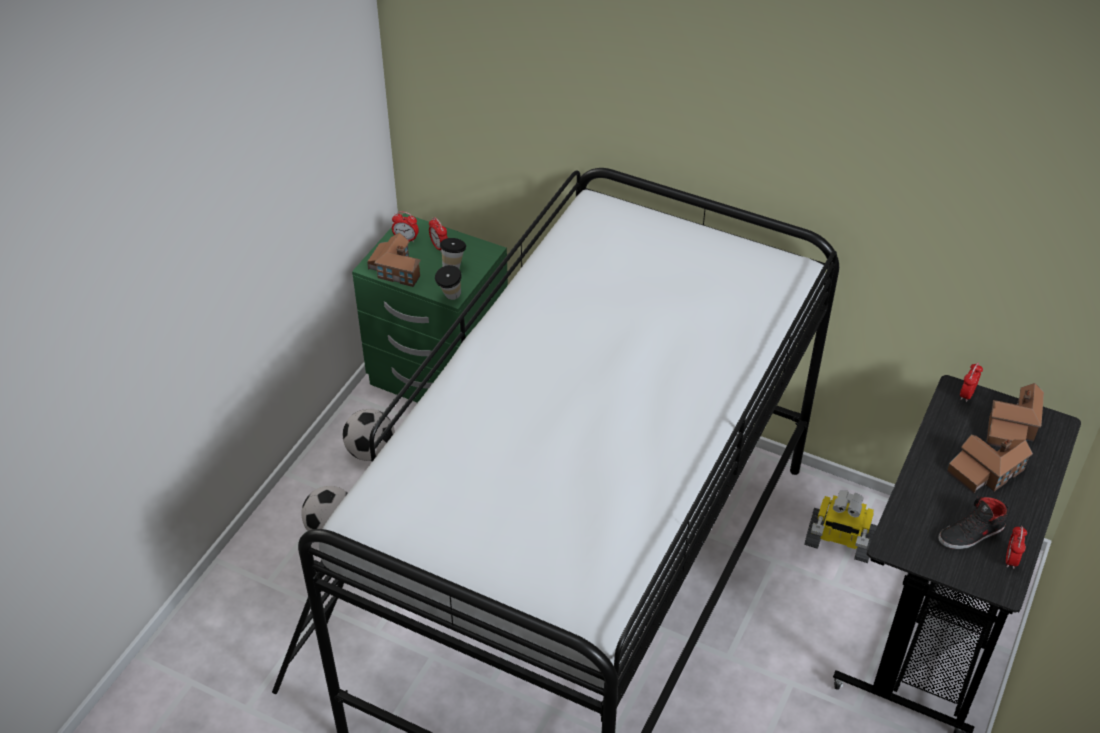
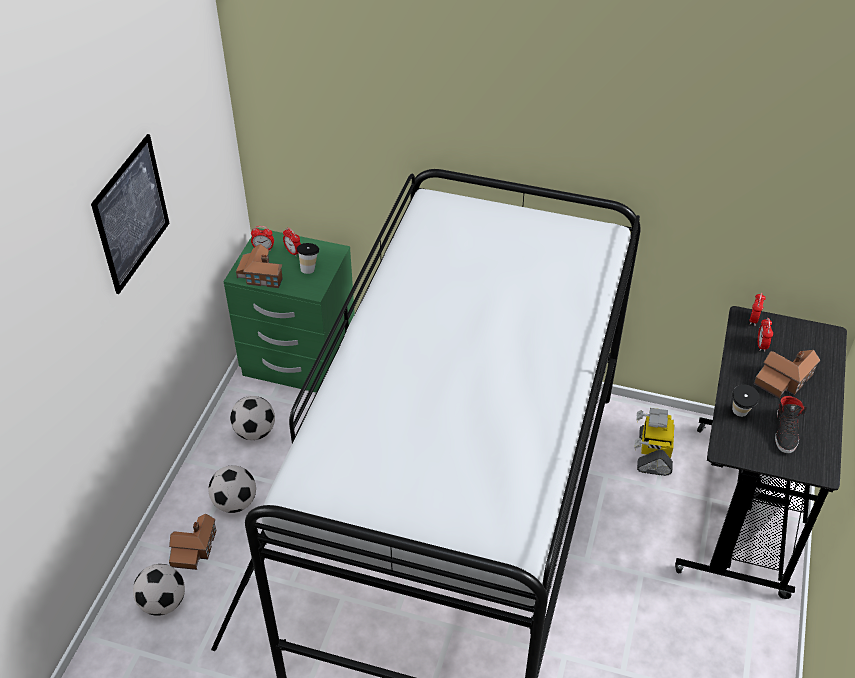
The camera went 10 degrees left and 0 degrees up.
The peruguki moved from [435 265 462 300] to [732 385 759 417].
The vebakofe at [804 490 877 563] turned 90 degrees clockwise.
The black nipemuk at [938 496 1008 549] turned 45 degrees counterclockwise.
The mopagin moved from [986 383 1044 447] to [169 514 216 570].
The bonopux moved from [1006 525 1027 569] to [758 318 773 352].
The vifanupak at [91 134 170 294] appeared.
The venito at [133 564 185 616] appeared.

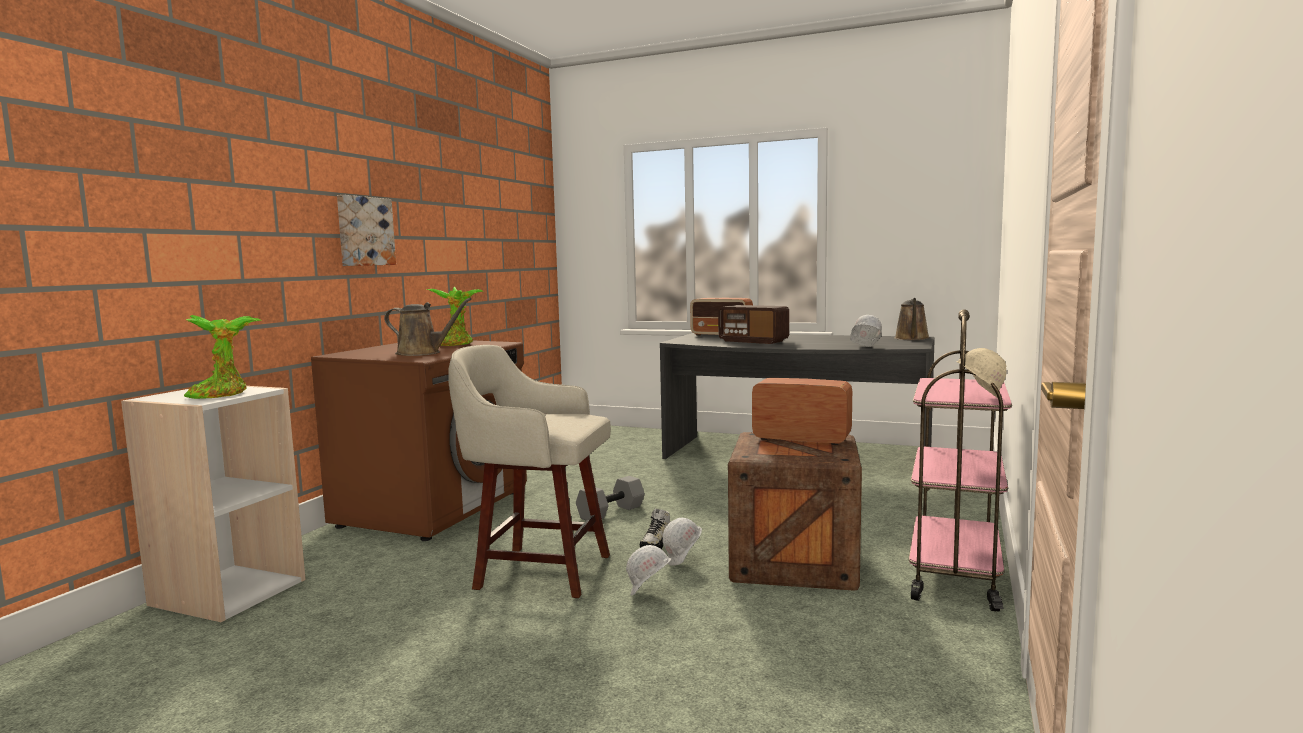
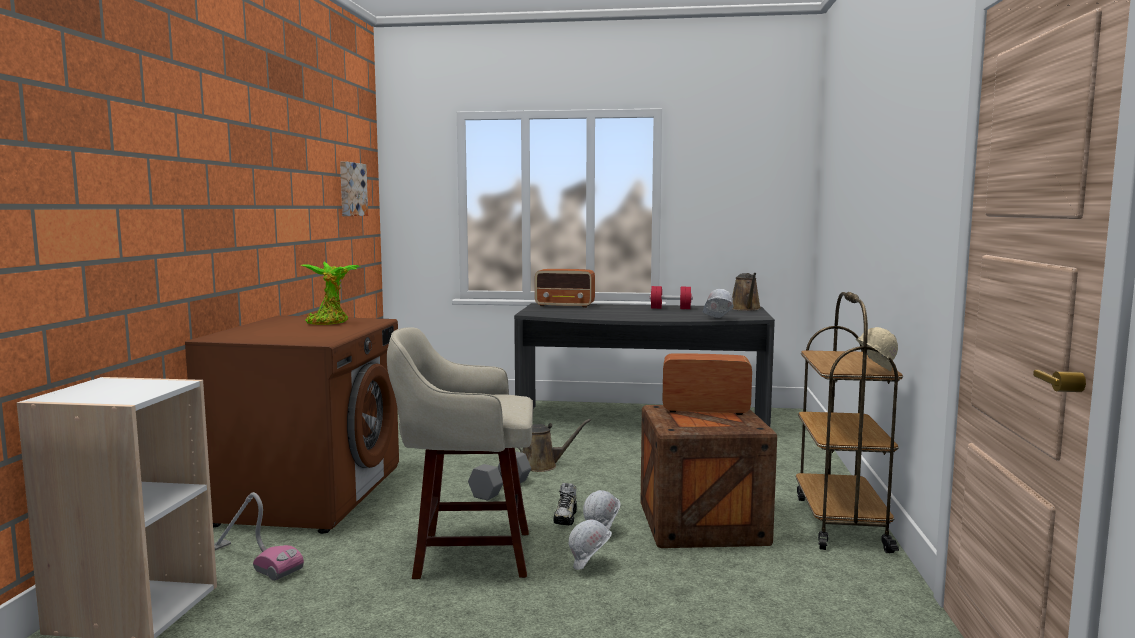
The camera went 15 degrees left and 0 degrees up.
The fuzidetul at [184 315 262 399] disappeared.
The vifanupak moved from [337 195 396 266] to [340 161 368 216].
The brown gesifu moved from [384 297 472 356] to [518 419 591 472].
The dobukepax at [718 305 789 344] disappeared.
The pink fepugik at [909 310 1012 612] became the brown fepugik at [795 292 903 553].
The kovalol at [214 492 304 581] appeared.
The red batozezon at [650 286 693 309] appeared.

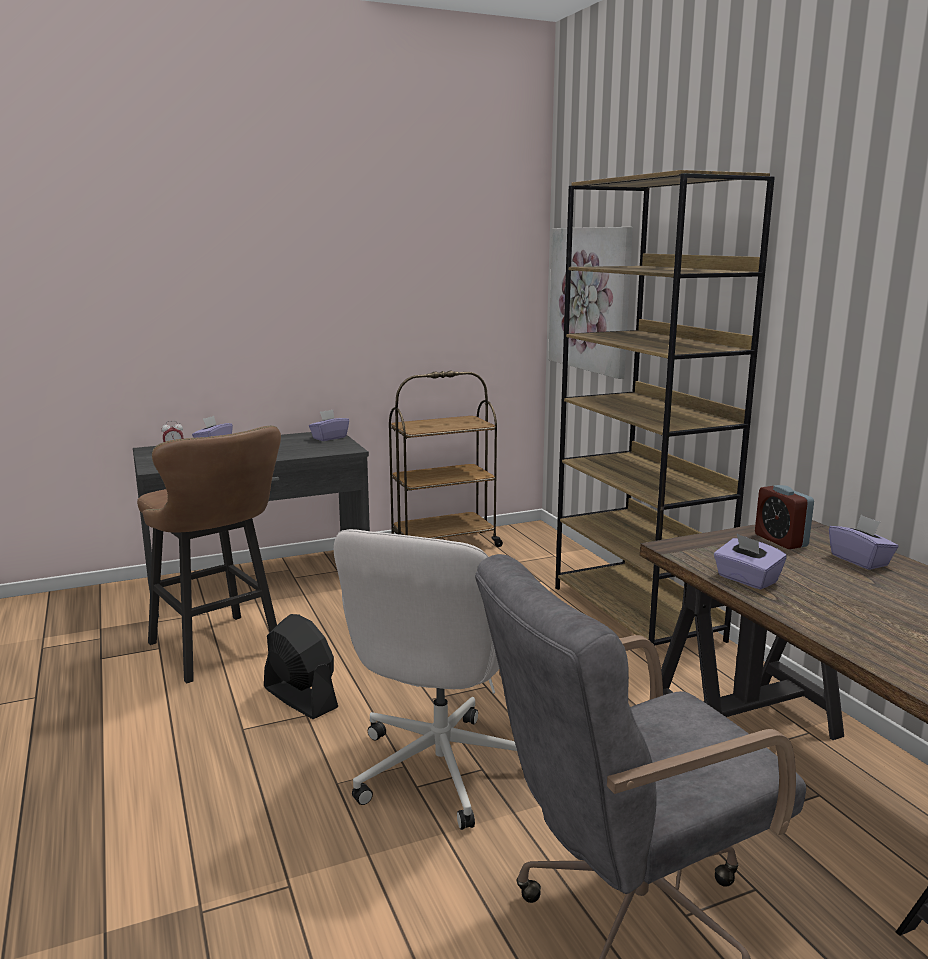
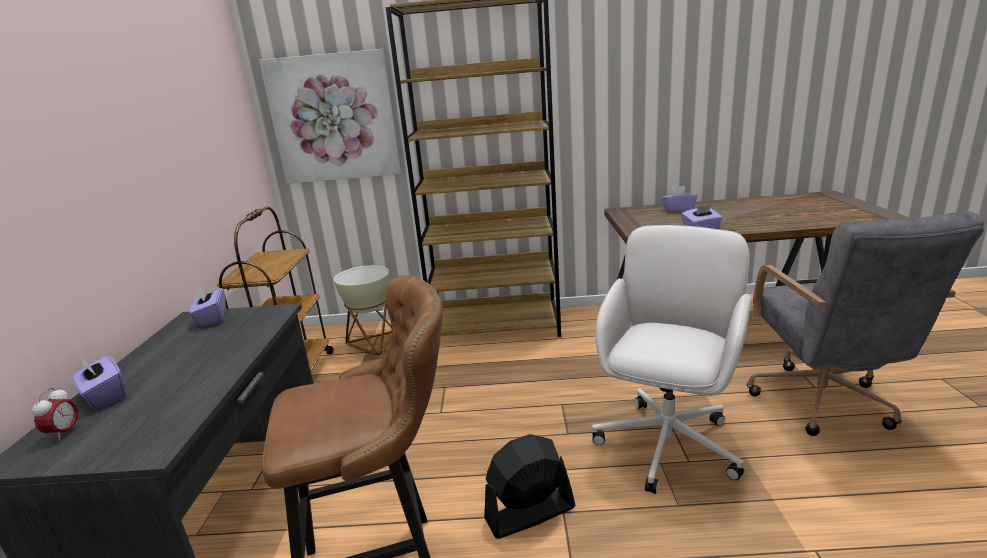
The camera went 65 degrees left and 5 degrees up.
The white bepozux at [334 529 523 830] turned 105 degrees counterclockwise.
The bonopux at [755 485 814 549] disappeared.
The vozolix at [334 265 392 355] appeared.

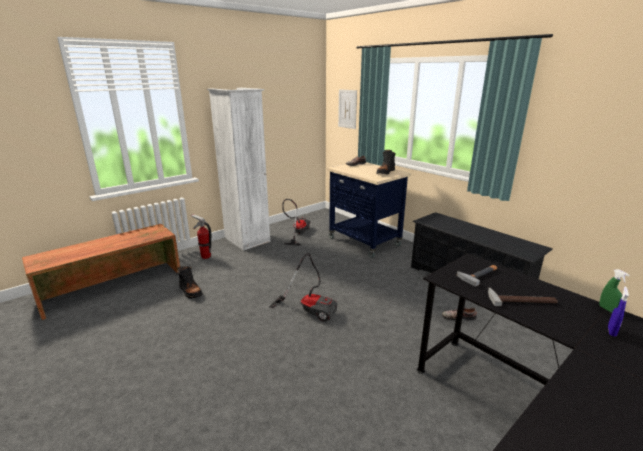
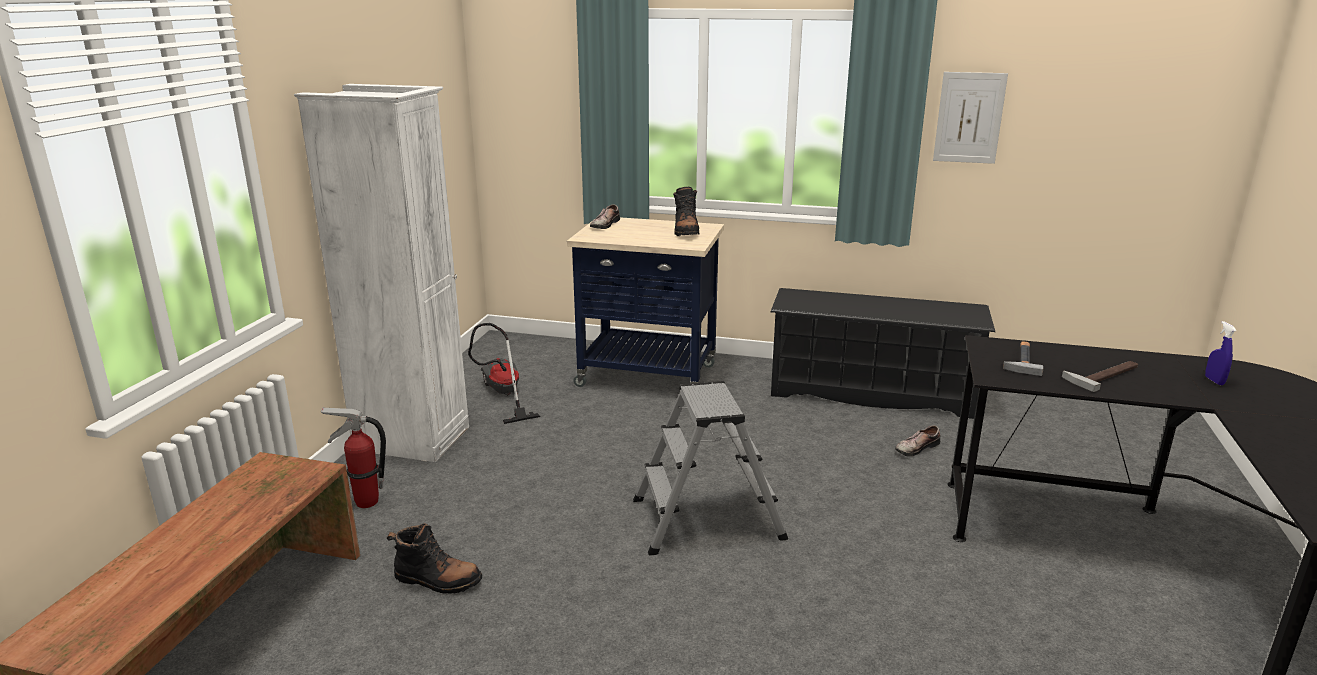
The camera went 35 degrees left and 0 degrees up.
The kovalol at [269 253 337 321] was replaced by the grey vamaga at [633 381 788 555].
The vifanupak moved from [338 89 357 129] to [933 72 1008 164].
The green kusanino at [599 269 629 313] disappeared.

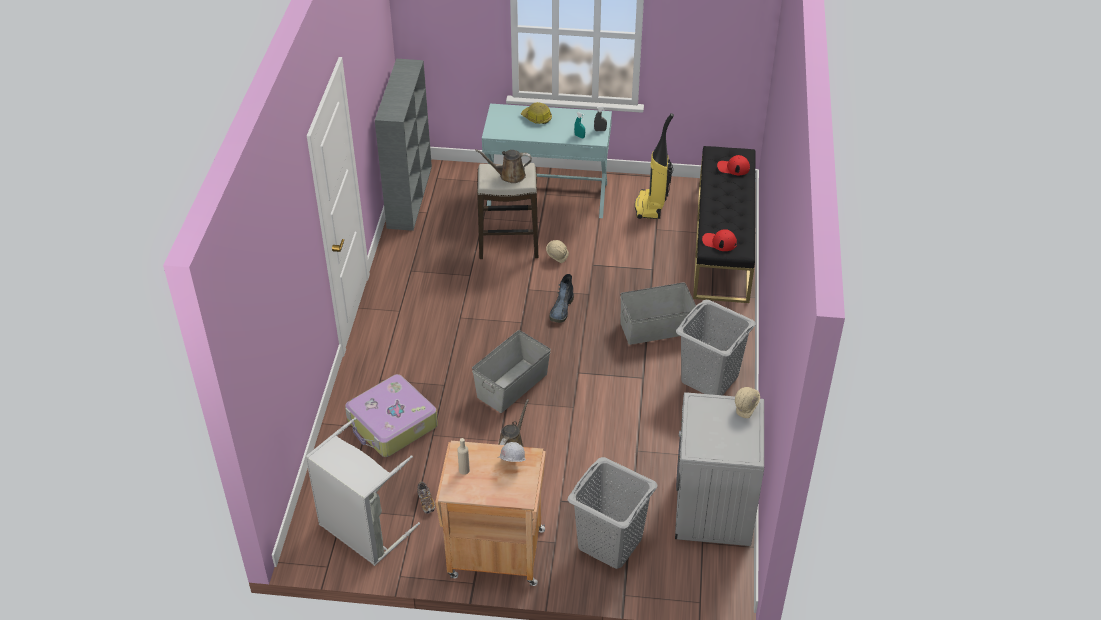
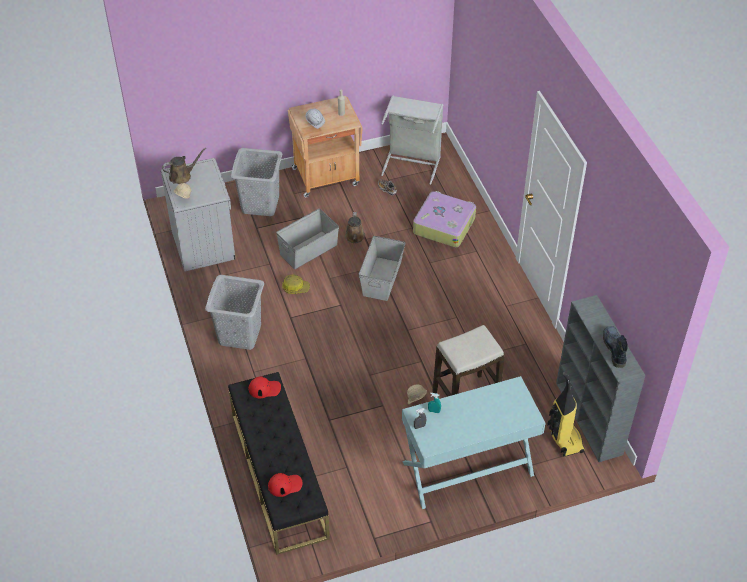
The camera went 155 degrees right and 5 degrees up.
The brown gesifu moved from [475 149 532 183] to [162 148 206 184].
The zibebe moved from [521 102 552 124] to [282 274 310 294].
The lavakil moved from [549 274 574 323] to [603 326 628 368].
The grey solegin moved from [620 282 696 345] to [276 209 339 269].
The kovalol moved from [635 113 674 219] to [547 372 585 457].

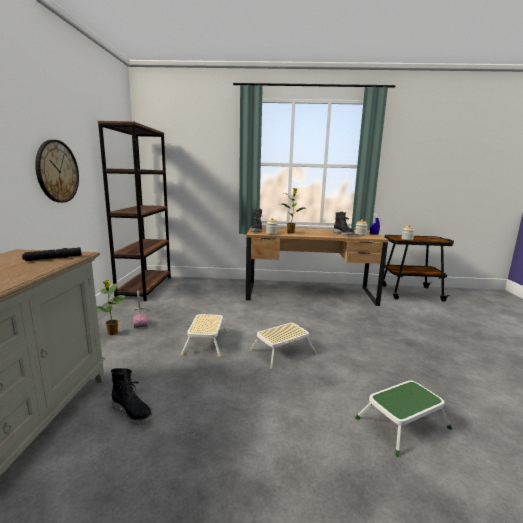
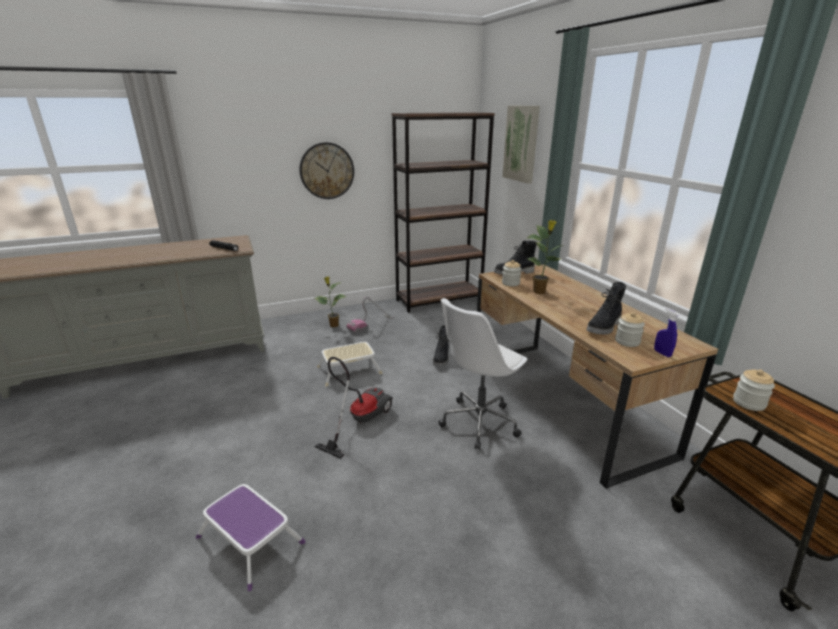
The camera went 65 degrees right and 10 degrees up.
The black lavakil moved from [111 368 152 425] to [433 325 449 367].
The beige vamaga at [249 323 316 369] was replaced by the kovalol at [315 357 393 459].
The green vamaga at [355 380 452 457] became the purple vamaga at [196 484 305 591].
The white bepozux at [438 298 528 450] appeared.
The vifanupak at [502 106 540 184] appeared.

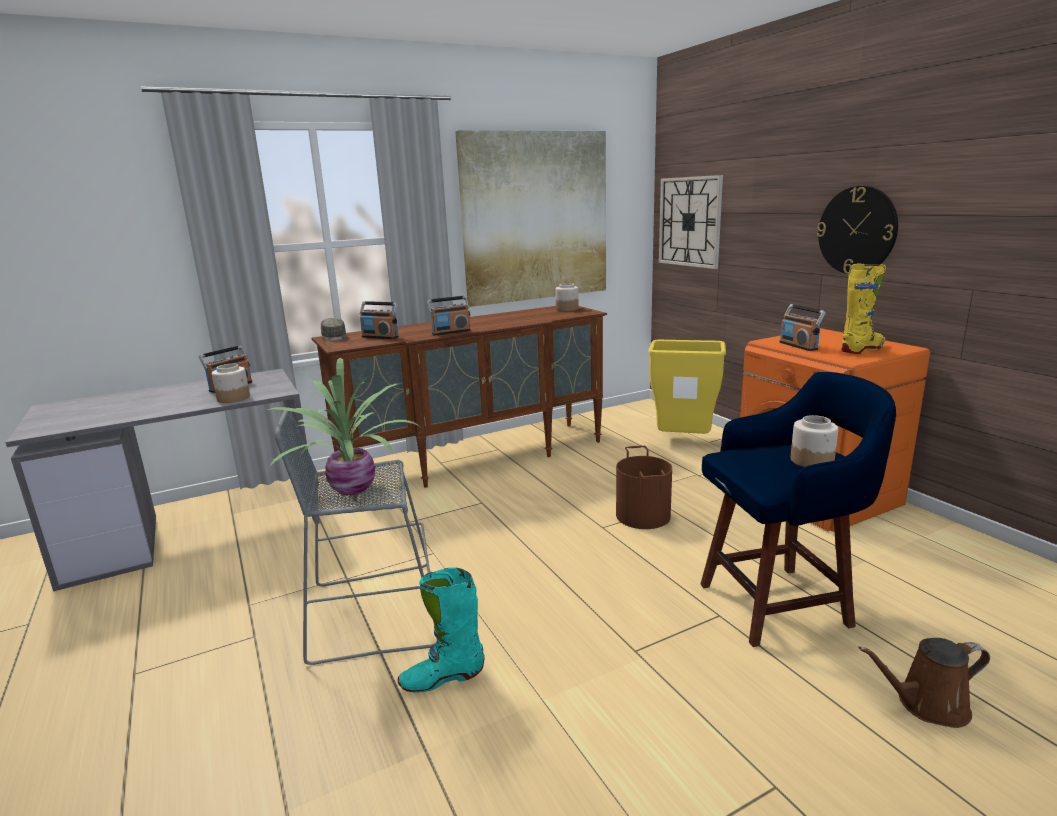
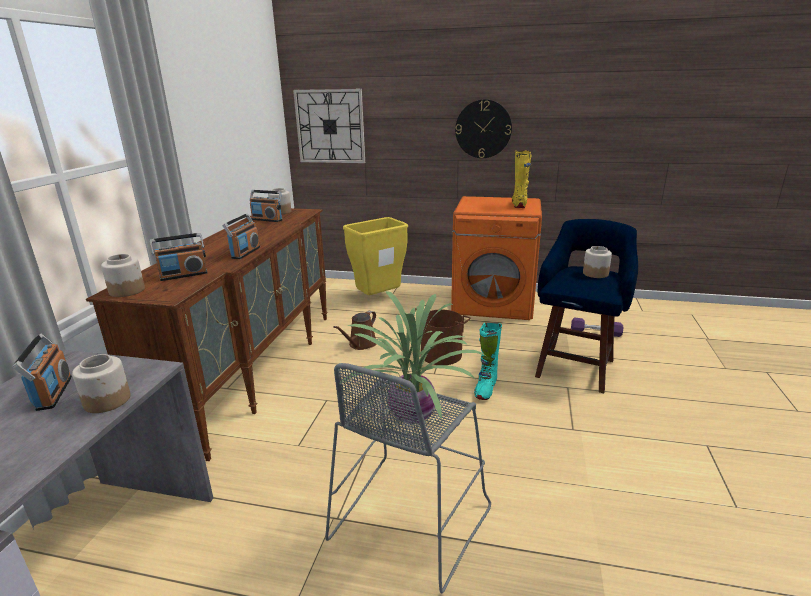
The camera went 50 degrees left and 5 degrees up.
The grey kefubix at [321 318 346 342] was replaced by the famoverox at [101 254 145 297].
The turquoise lavakil moved from [398 567 485 692] to [474 322 502 400].
The vifanupak at [455 130 606 307] disappeared.
The dobukepax moved from [779 304 826 351] to [250 190 282 222].
The brown gesifu moved from [859 638 990 728] to [333 311 376 350].
The purple batozezon at [571 317 623 337] appeared.

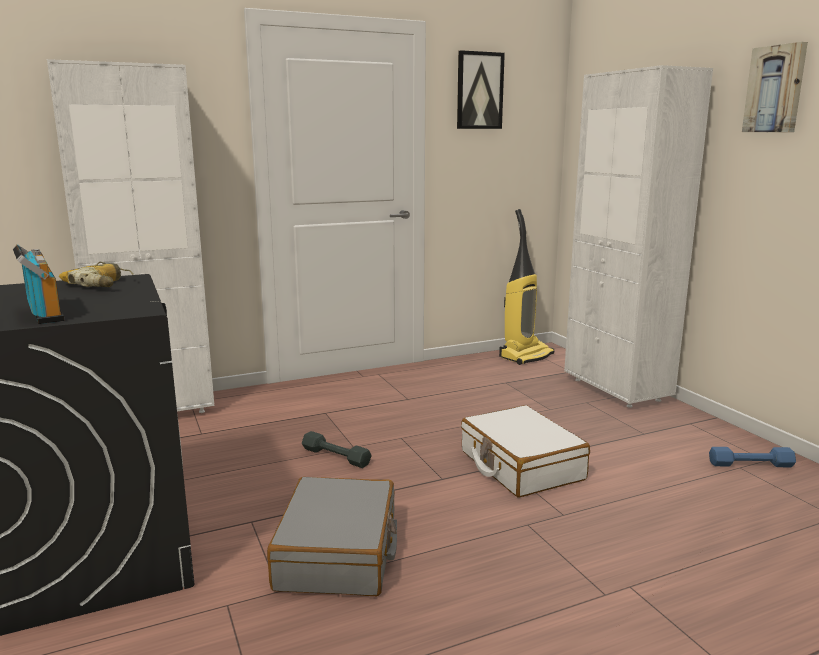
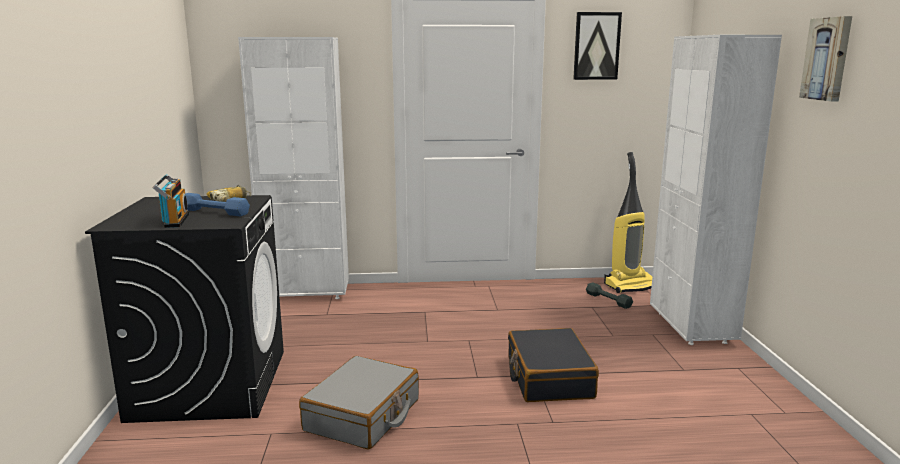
The camera went 20 degrees right and 0 degrees up.
The grey batozezon moved from [302 431 372 468] to [586 282 633 309].
The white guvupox at [461 405 590 498] became the black guvupox at [508 328 599 402].
The blue batozezon moved from [709 447 796 467] to [185 193 250 216].

